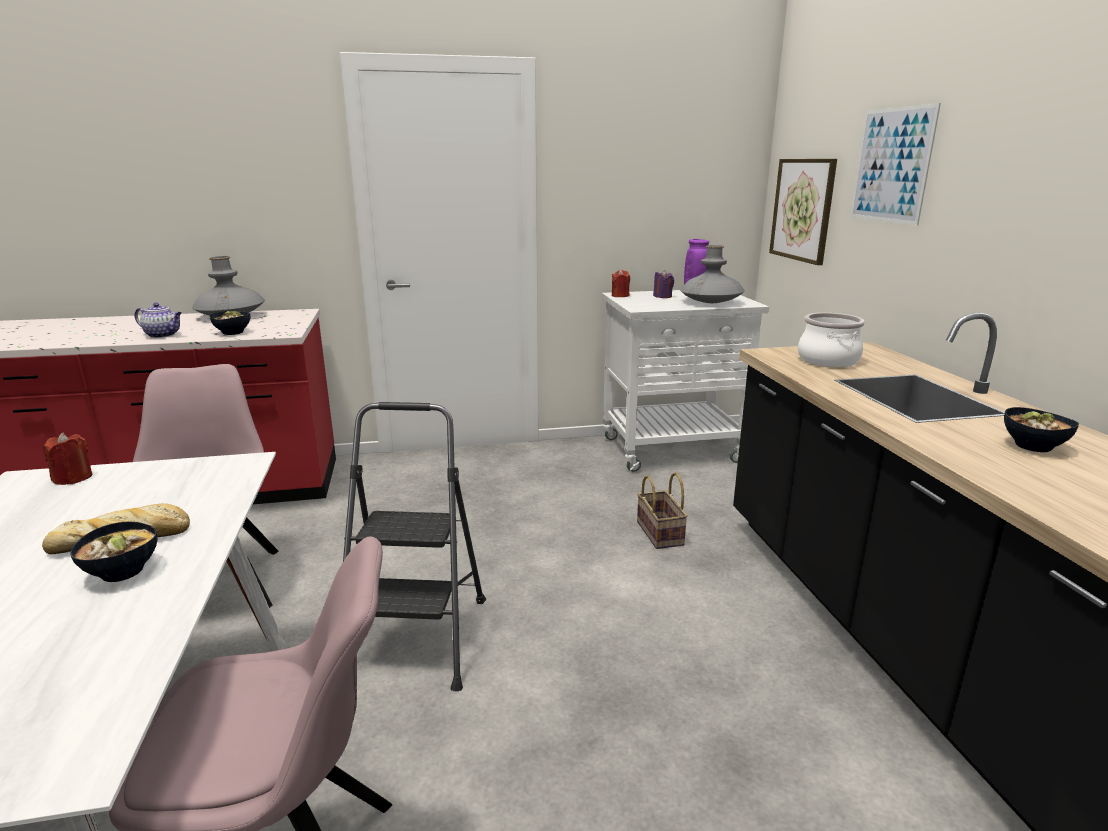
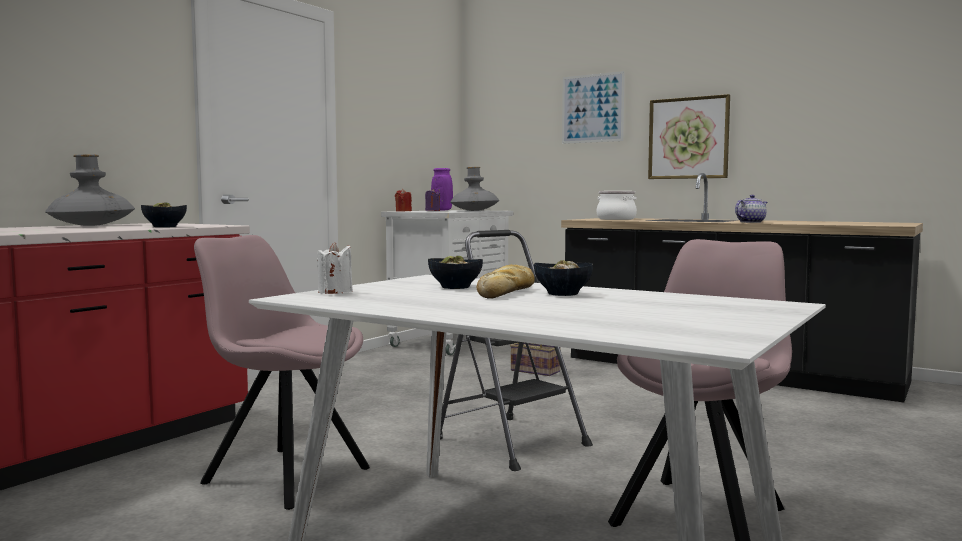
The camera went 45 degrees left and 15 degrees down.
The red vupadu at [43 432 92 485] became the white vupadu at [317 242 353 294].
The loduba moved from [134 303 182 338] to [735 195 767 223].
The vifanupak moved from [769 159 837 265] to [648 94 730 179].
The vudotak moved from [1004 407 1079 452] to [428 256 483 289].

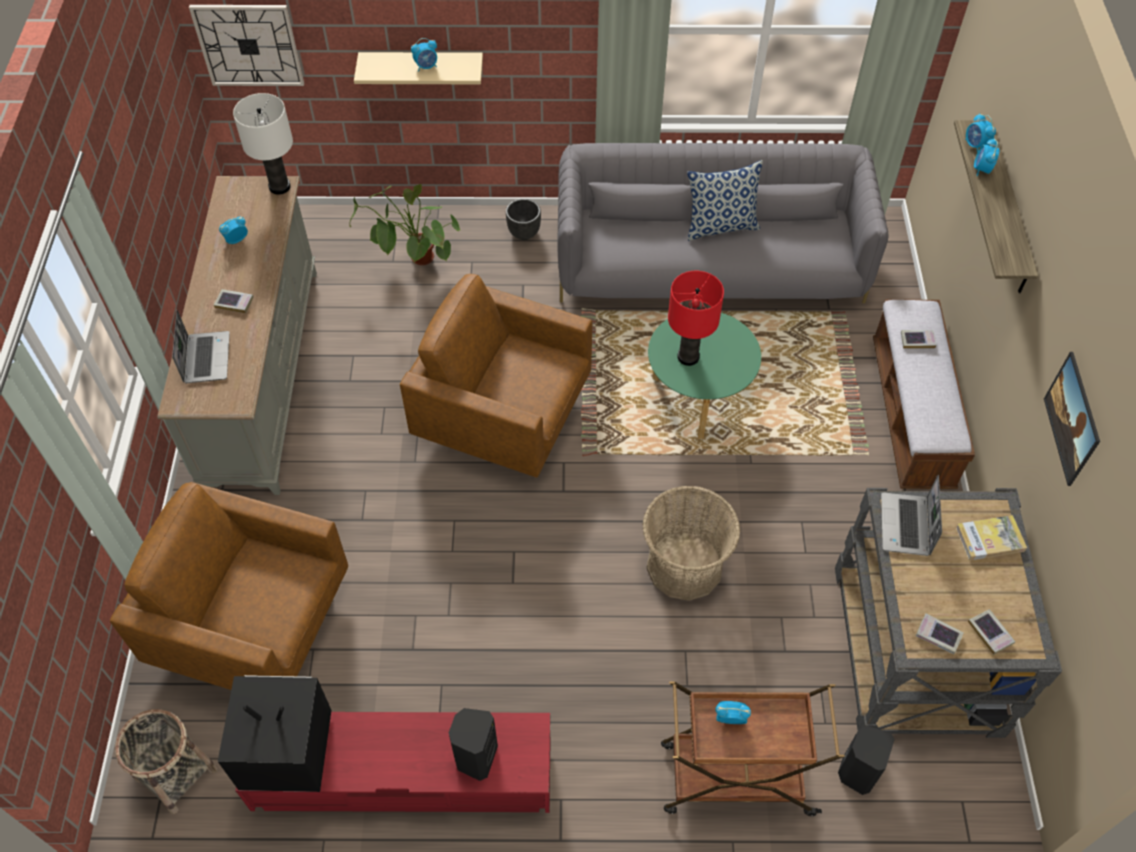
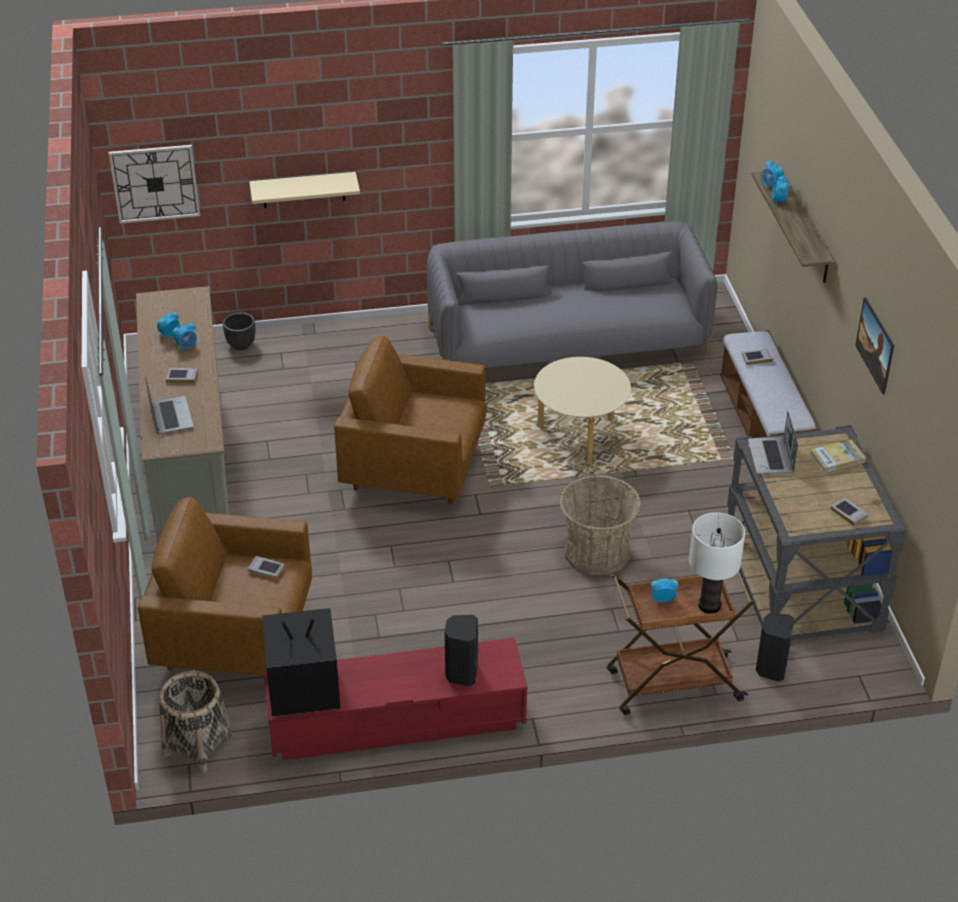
The camera went 10 degrees left and 15 degrees down.
The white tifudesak moved from [233 93 293 194] to [689 512 745 614].
The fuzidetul at [349 184 460 265] disappeared.
The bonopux moved from [411 38 437 72] to [173 322 197 351].
The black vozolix moved from [506 199 541 240] to [223 313 255 350].
The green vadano at [648 313 761 439] became the beige vadano at [534 357 631 464].
The red tifudesak at [668 271 724 366] disappeared.
The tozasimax at [687 160 763 241] disappeared.
The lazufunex moved from [916 614 964 654] to [248 556 285 579].

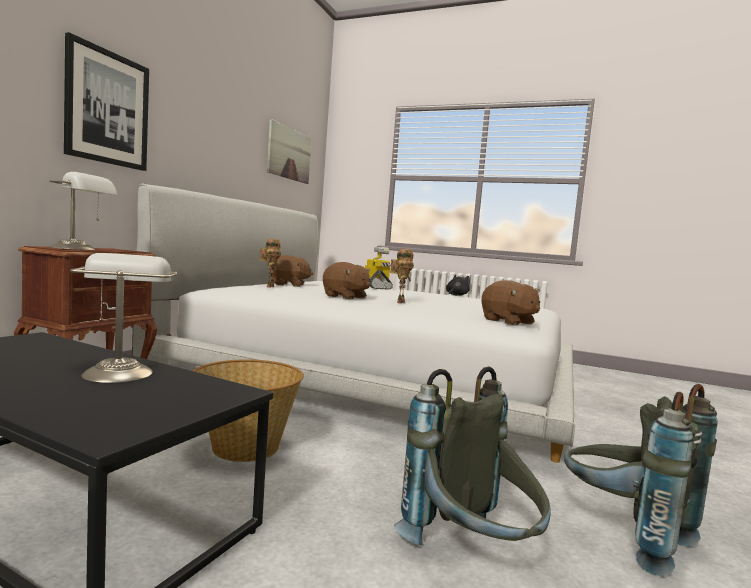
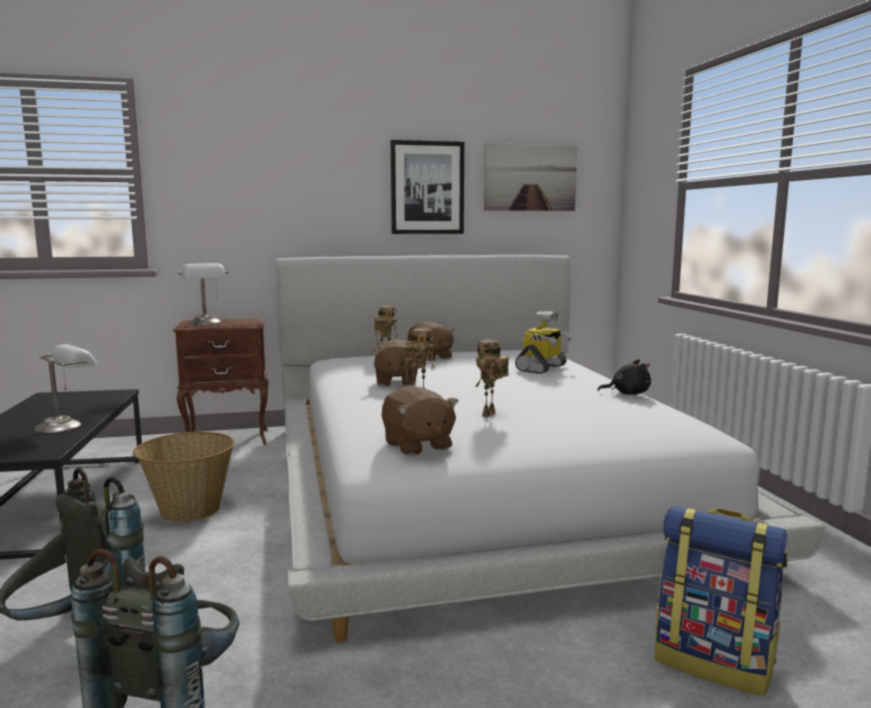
The camera went 55 degrees right and 5 degrees up.
The vifanupak moved from [64 32 149 171] to [391 140 464 234].
The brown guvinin at [481 280 540 326] turned 45 degrees counterclockwise.
The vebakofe at [475 340 509 417] appeared.
The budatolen at [655 506 788 696] appeared.

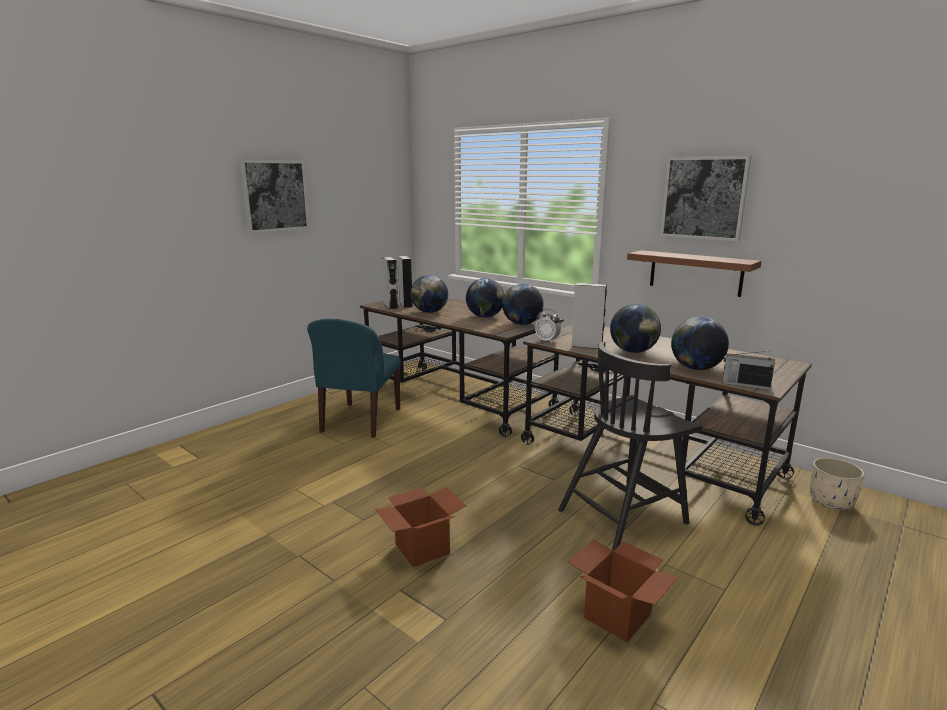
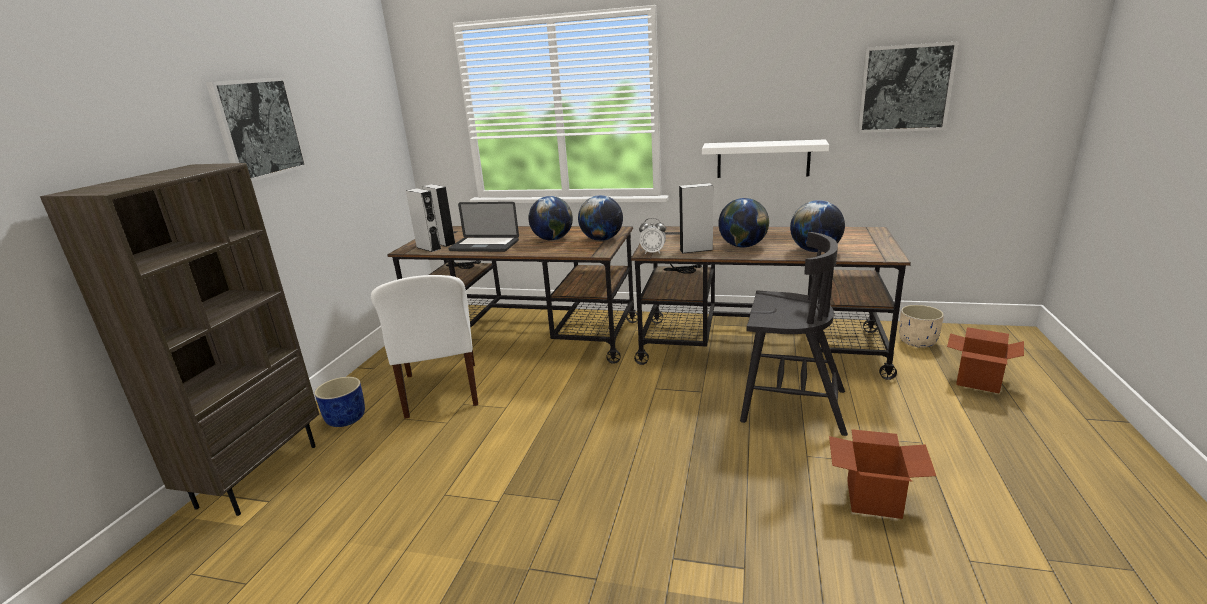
The camera went 25 degrees left and 5 degrees up.
The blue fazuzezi at [307 319 401 438] became the white fazuzezi at [371 275 478 419].
The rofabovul moved from [375 487 466 567] to [947 327 1024 393].
The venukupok at [410 275 448 313] was replaced by the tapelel at [448 202 519 252].
The black fazuzezi at [558 341 703 552] turned 105 degrees counterclockwise.
The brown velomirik at [627 250 761 297] became the white velomirik at [702 139 829 178].
The vifanupak moved from [660 156 752 241] to [857 41 959 133].
The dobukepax at [722 351 775 390] disappeared.
The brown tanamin at [40 163 319 516] appeared.
The blue vozolix at [314 377 365 427] appeared.

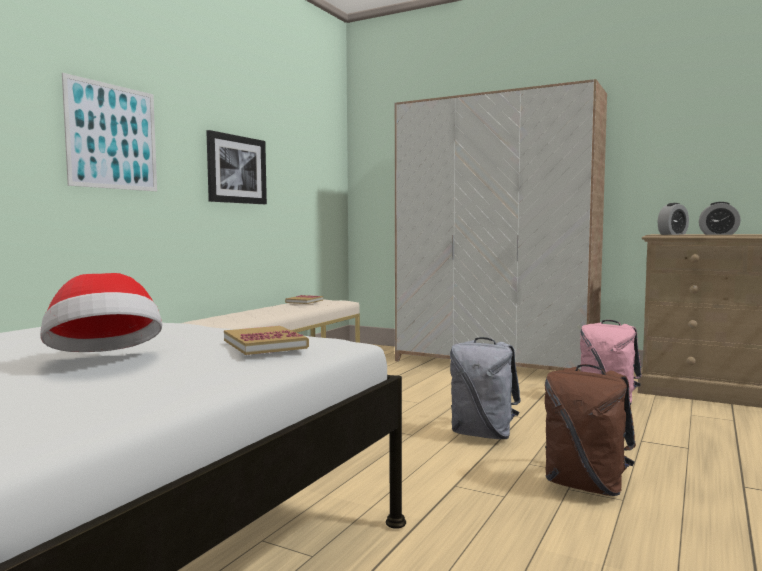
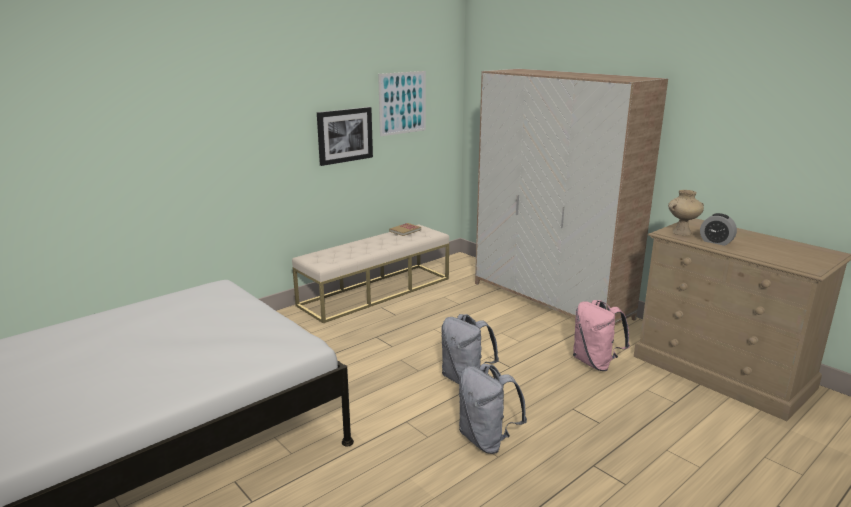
The camera went 20 degrees right and 15 degrees up.
The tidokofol at [40 273 162 352] disappeared.
The vifanupak moved from [62 73 157 191] to [378 71 426 137].
The lazufunex at [224 326 309 355] disappeared.
The brown budatolen at [545 364 636 496] became the grey budatolen at [459 364 527 454].
The bonopux at [658 203 689 235] was replaced by the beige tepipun at [668 190 704 236].

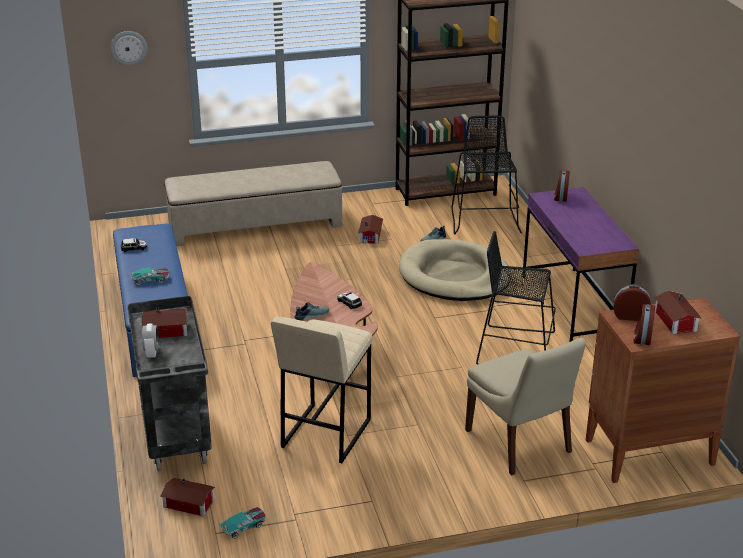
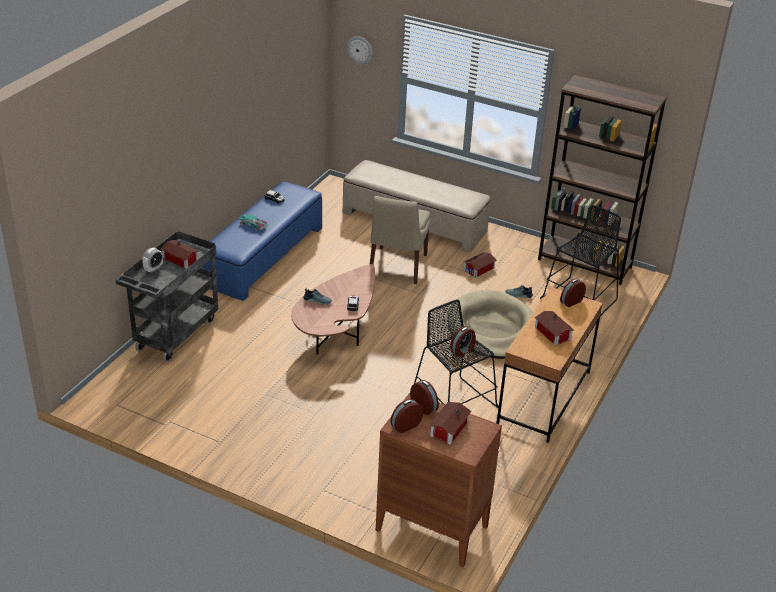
The camera went 40 degrees right and 5 degrees up.
The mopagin moved from [160 478 215 517] to [535 311 574 346].
The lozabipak at [219 507 266 539] disappeared.
The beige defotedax at [271 317 373 463] disappeared.
The beige fazuzezi moved from [465 338 586 475] to [370 196 431 284].
The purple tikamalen at [522 187 639 342] became the brown tikamalen at [497 287 603 443].
The bonopux at [450 326 476 357] appeared.

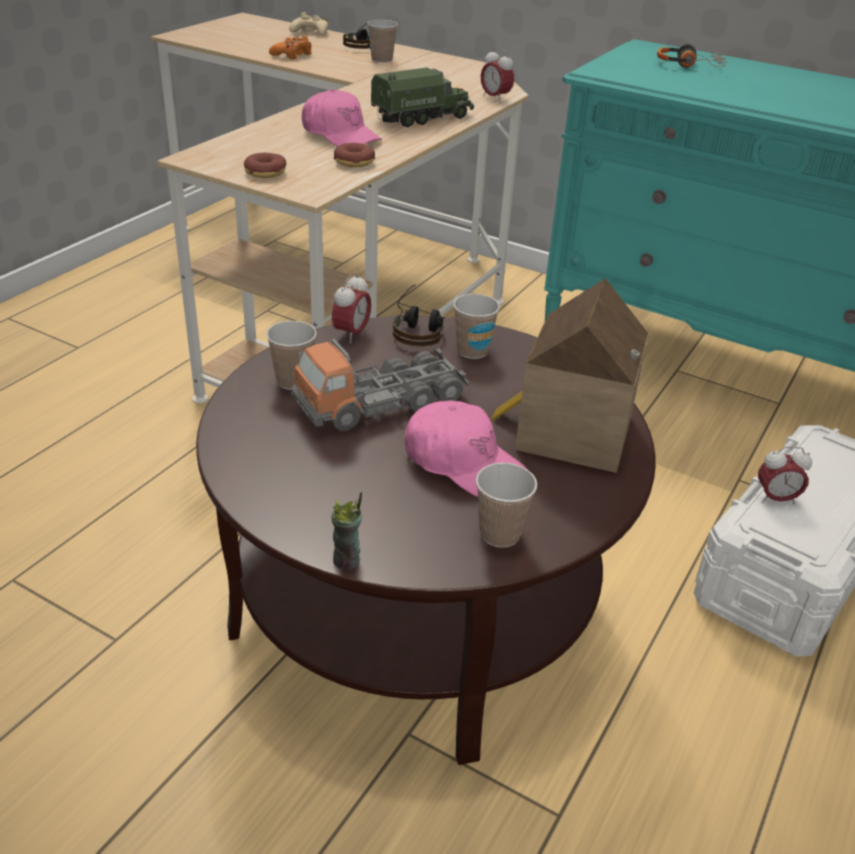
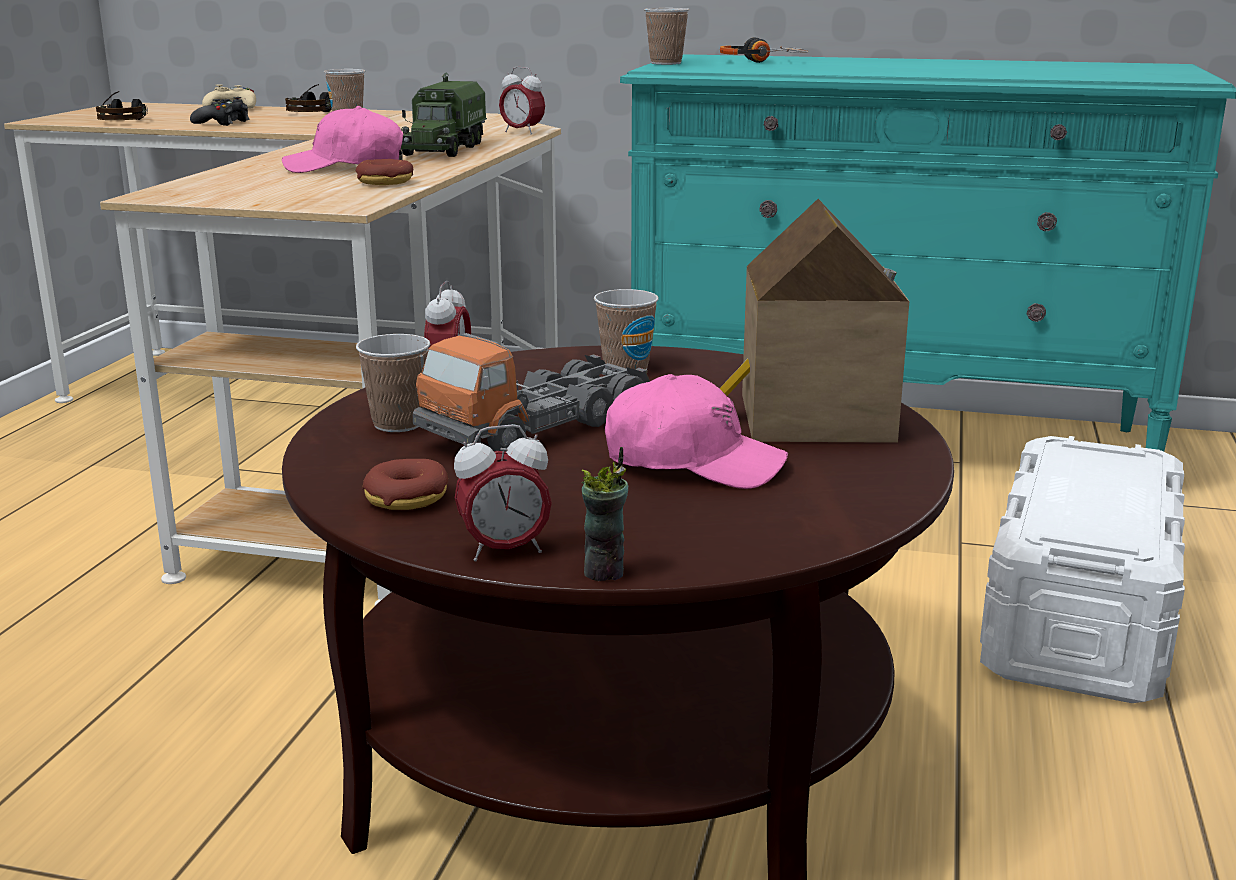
The camera went 15 degrees left and 15 degrees down.
The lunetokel moved from [244 153 286 178] to [362 459 448 510].
The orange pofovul at [269 36 312 60] became the black pofovul at [190 97 250 126].
The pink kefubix at [302 89 382 147] turned 150 degrees clockwise.
The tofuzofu at [370 67 474 127] turned 150 degrees clockwise.
The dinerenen moved from [393 284 445 347] to [96 91 148 120].
The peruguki moved from [476 463 537 548] to [644 8 689 65].
The bonopux moved from [758 447 812 504] to [454 424 552 561].

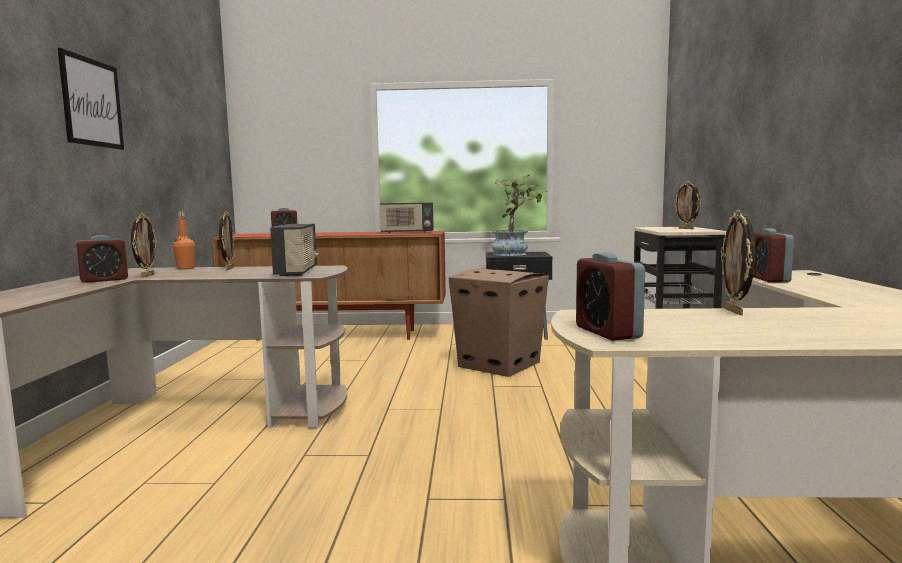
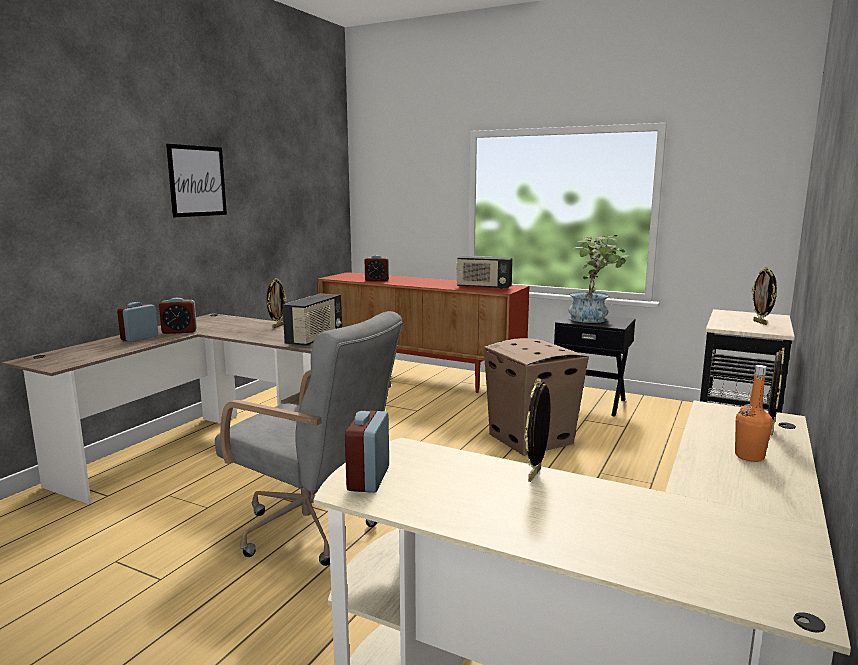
The camera went 25 degrees right and 5 degrees up.
The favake moved from [131 213 157 278] to [768 348 784 436].
The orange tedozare moved from [173 211 195 270] to [735 365 773 462].
The bonopux moved from [753 228 794 282] to [117 302 158 342].
The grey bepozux at [215 311 403 566] appeared.

